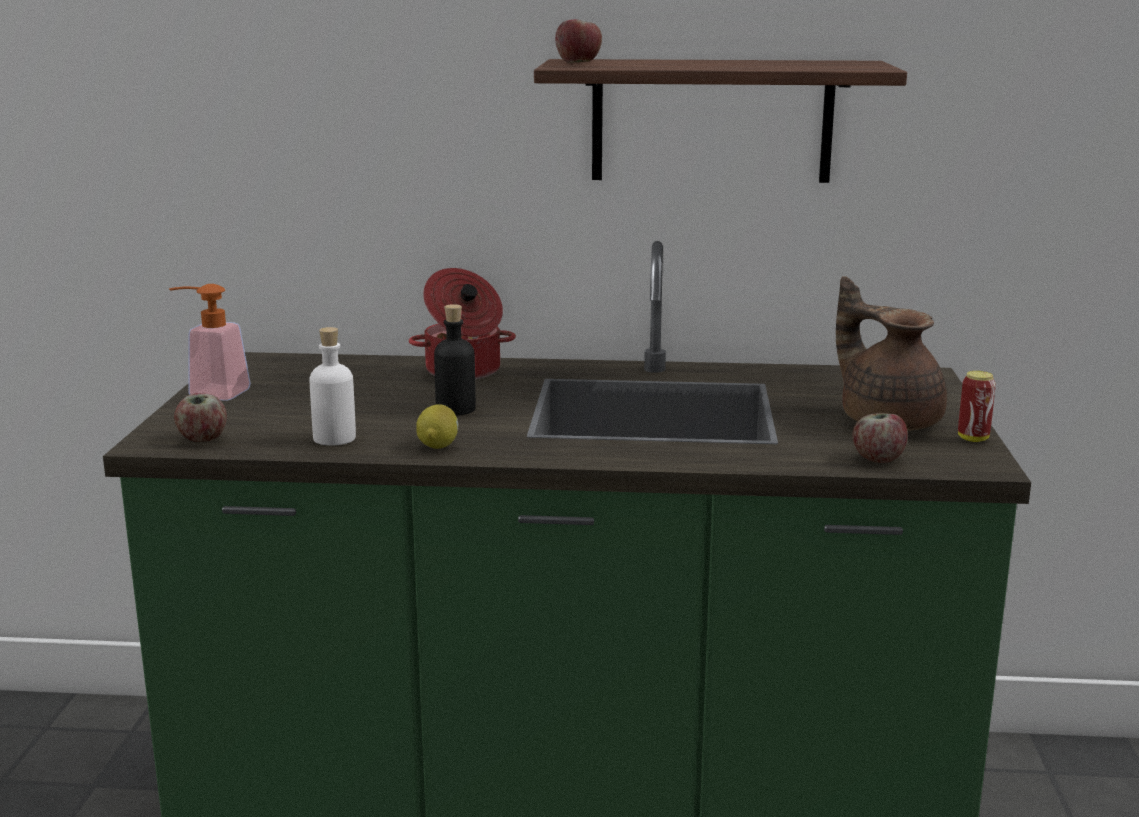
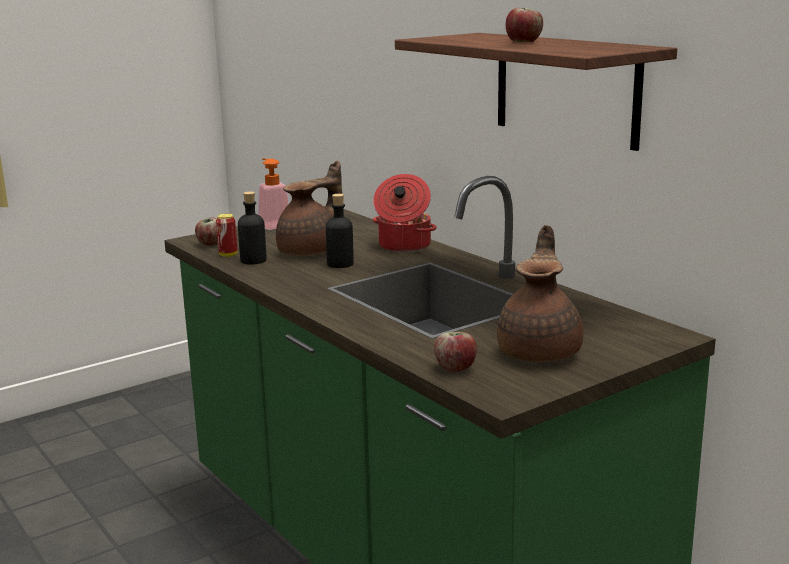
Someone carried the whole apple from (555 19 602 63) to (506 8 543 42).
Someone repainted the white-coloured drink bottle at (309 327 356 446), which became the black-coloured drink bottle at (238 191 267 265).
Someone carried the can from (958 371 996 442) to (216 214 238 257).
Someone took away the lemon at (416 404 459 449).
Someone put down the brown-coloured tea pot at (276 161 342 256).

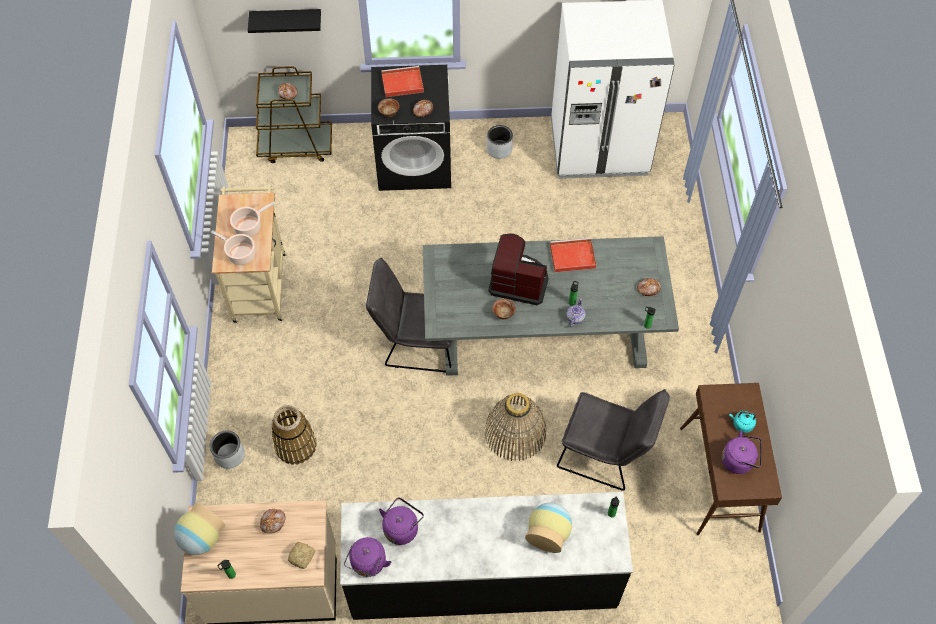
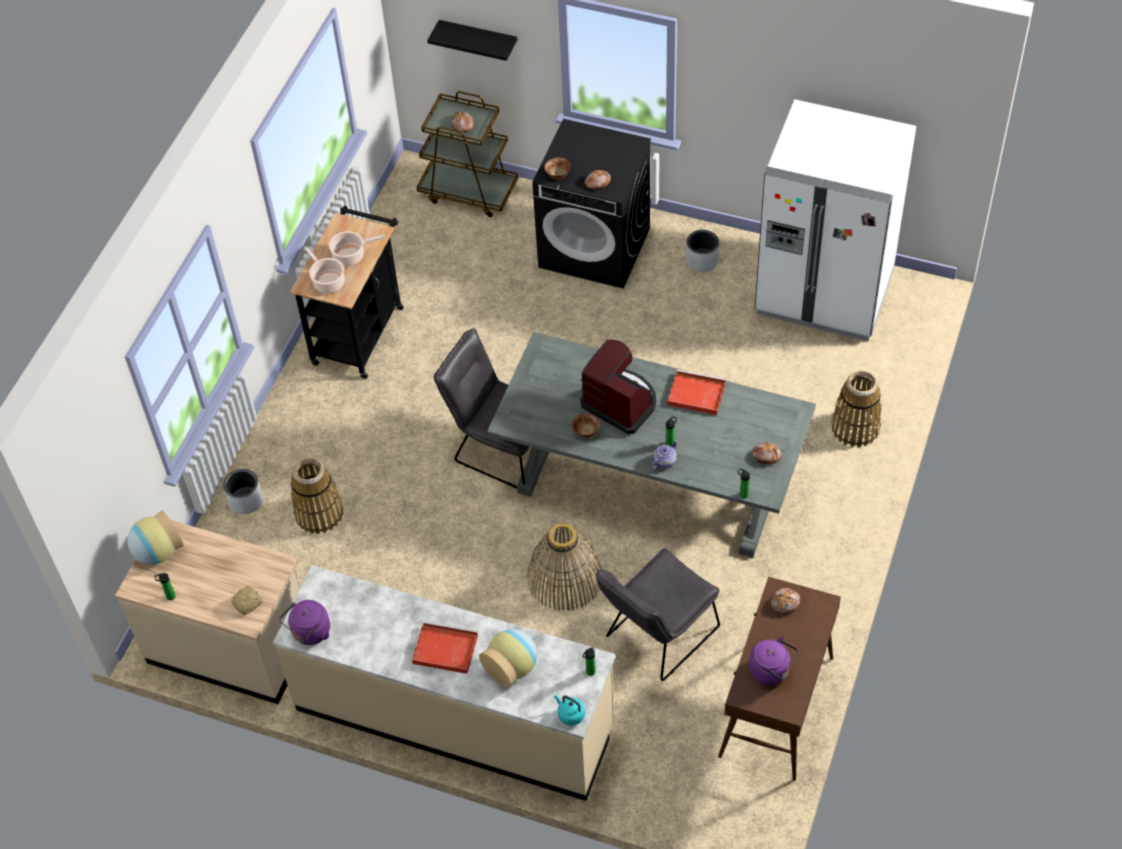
Someone carried the reddish tray from (381 66 424 97) to (412 621 478 674).
Someone repainted the sand-coloured wheeled cart at (212 185 287 323), which became the black-coloured wheeled cart at (290 206 404 379).
Someone rotated the gray plain chair at (557 389 670 491) by 90 degrees clockwise.
Someone carried the blue-green tea kettle from (729 411 756 433) to (554 695 585 726).
Someone repainted the black-coloured counter at (340 492 633 620), which became the sand-coloured counter at (273 565 615 801).
Someone took away the purplish tea kettle at (379 497 424 545).
Someone carried the bread from (260 509 286 533) to (771 588 801 614).
Someone put down the household basket at (831 370 882 447).

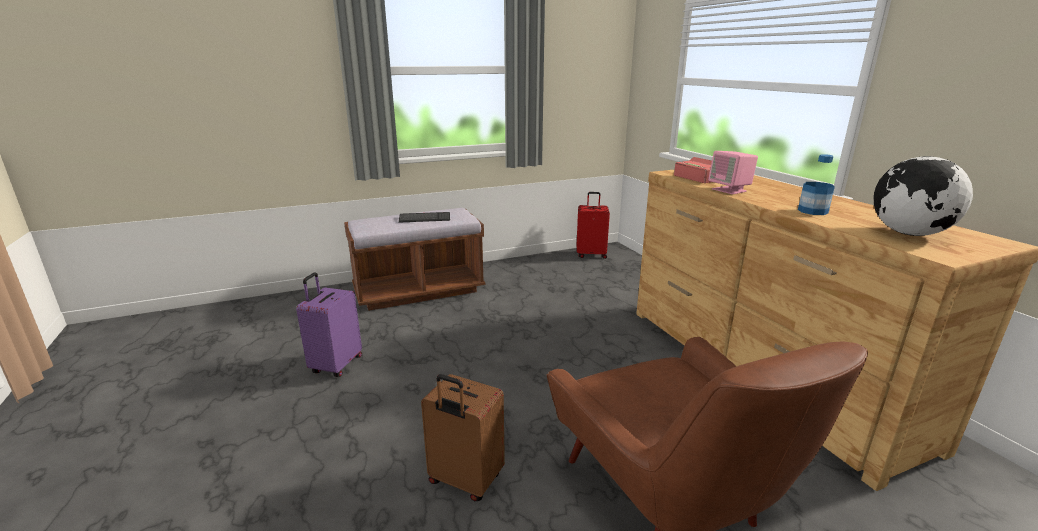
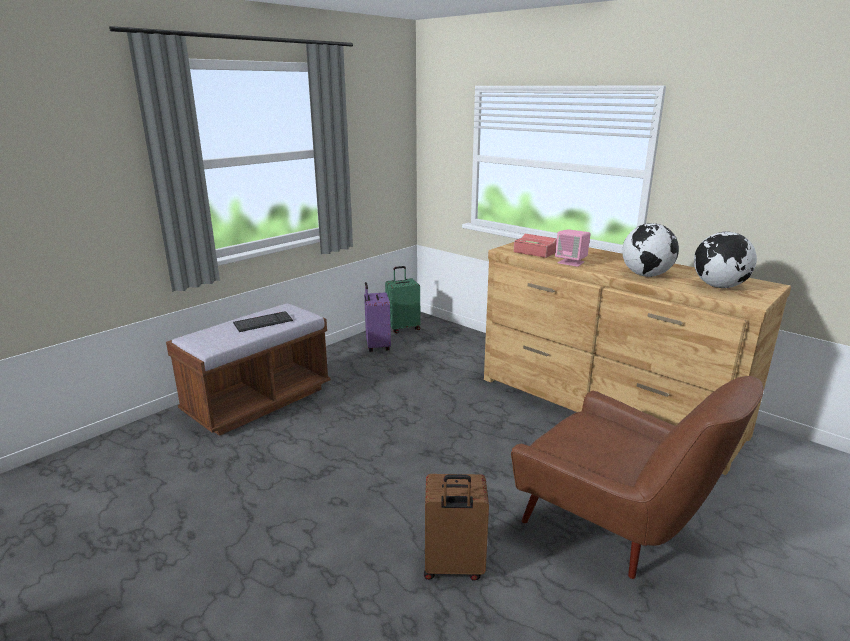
Someone swapped the drink bottle at (798 154 835 215) for the desk globe at (622 223 679 277).
Someone repainted the reddish piece of luggage at (577 192 610 259), which became the green-coloured piece of luggage at (385 266 420 333).
Someone carried the purplish piece of luggage from (296 272 362 377) to (364 282 391 352).

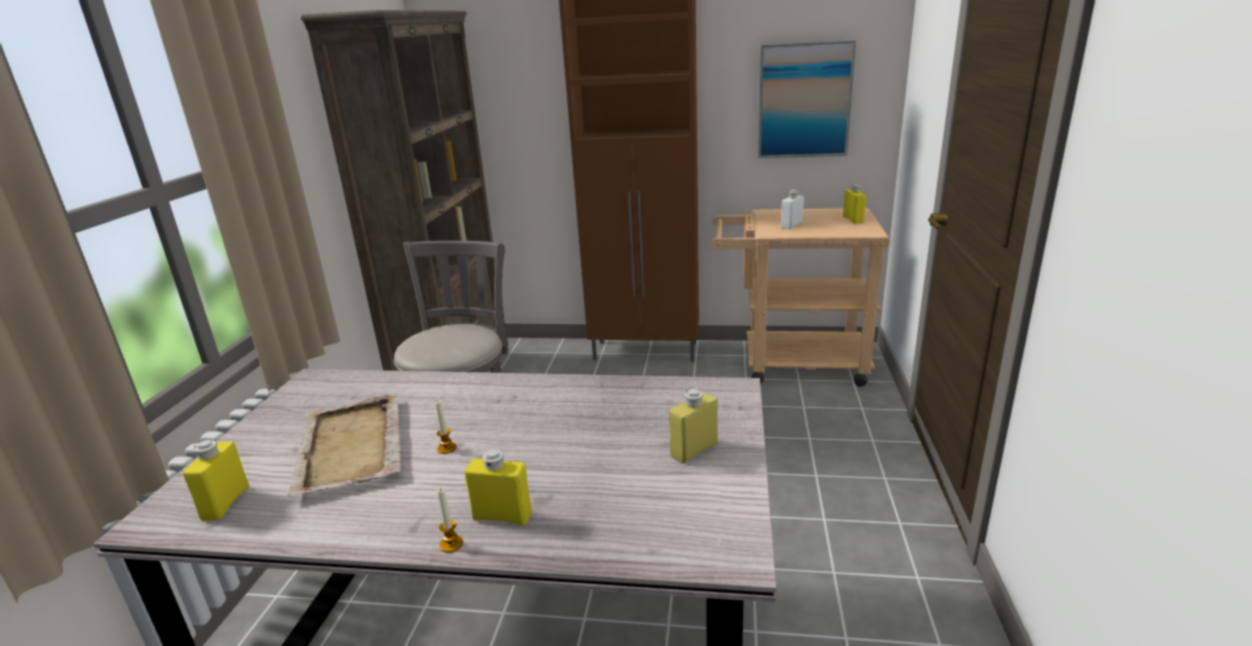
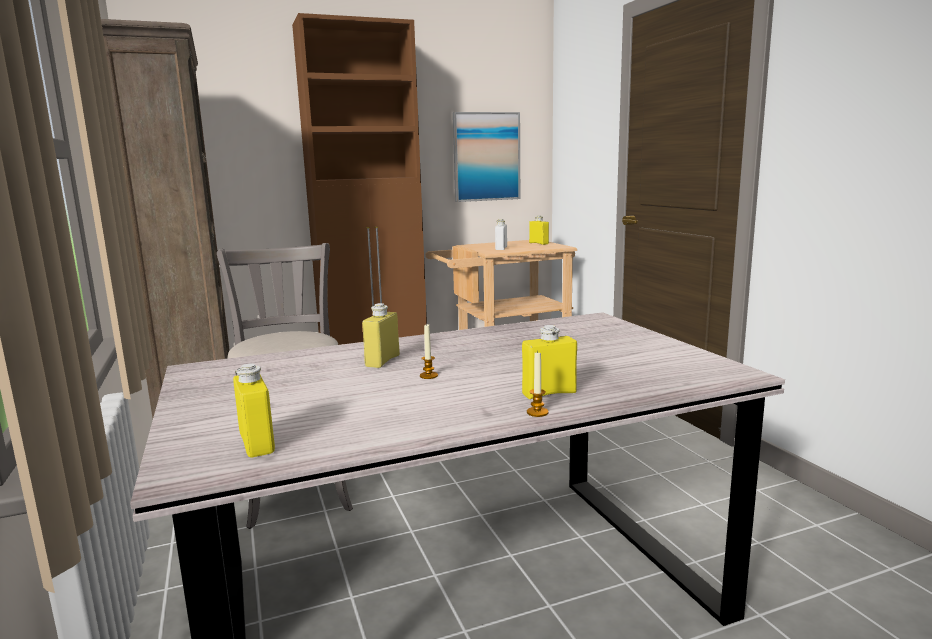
Someone carried the yellowish drink bottle from (669 389 718 464) to (362 303 400 368).
Someone took away the sand-coloured tray at (287 393 401 497).

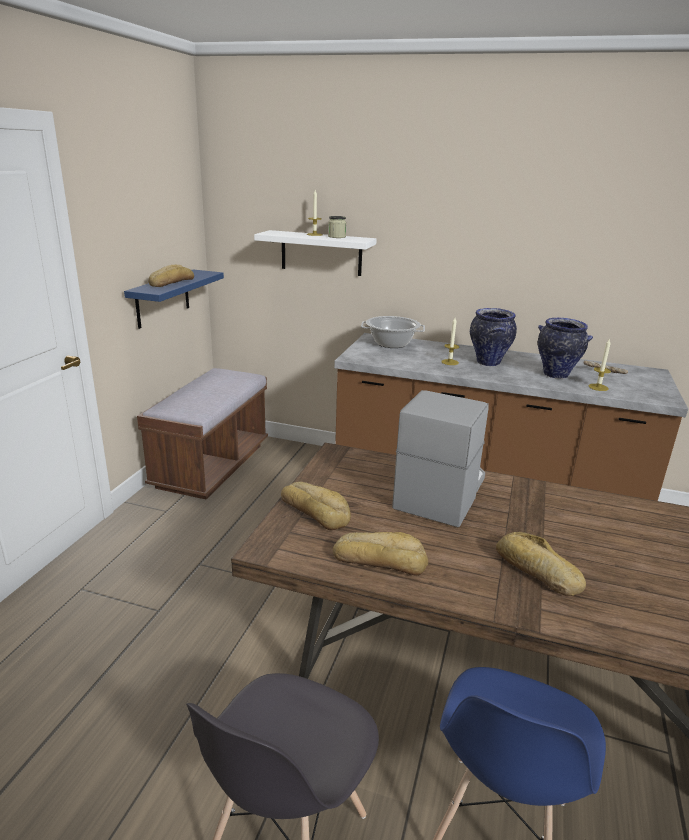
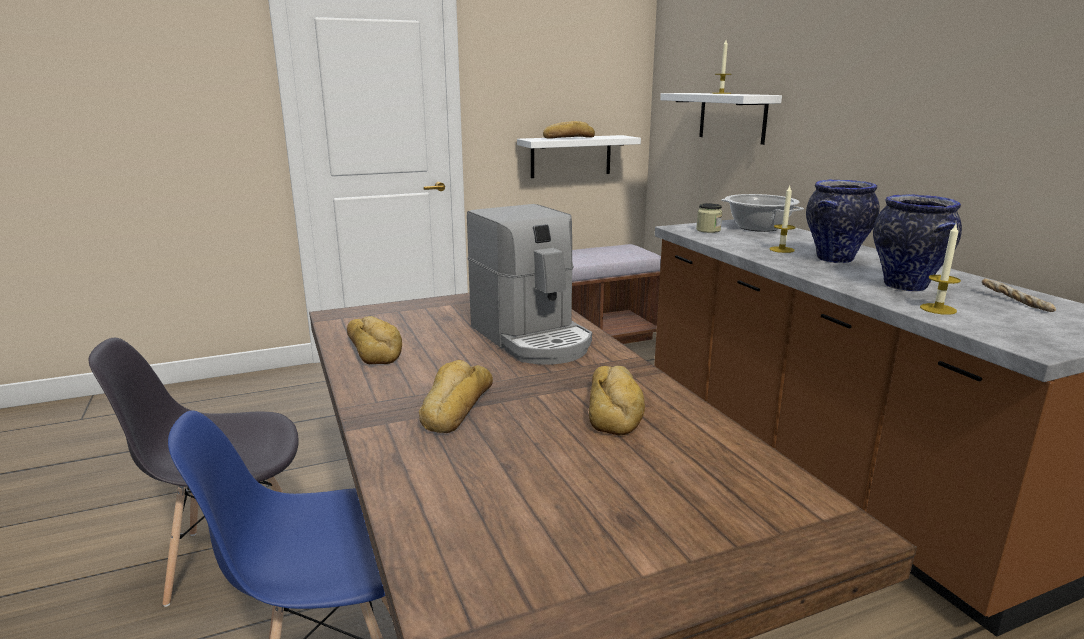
Someone carried the preserve jar from (328 216 347 238) to (696 203 722 233).
Someone repainted the bluish shelf at (124 270 224 329), which became the white-coloured shelf at (517 135 641 178).
Someone rotated the coffee machine at (392 390 488 527) by 75 degrees clockwise.
Someone carried the bread from (281 482 351 530) to (589 366 645 435).

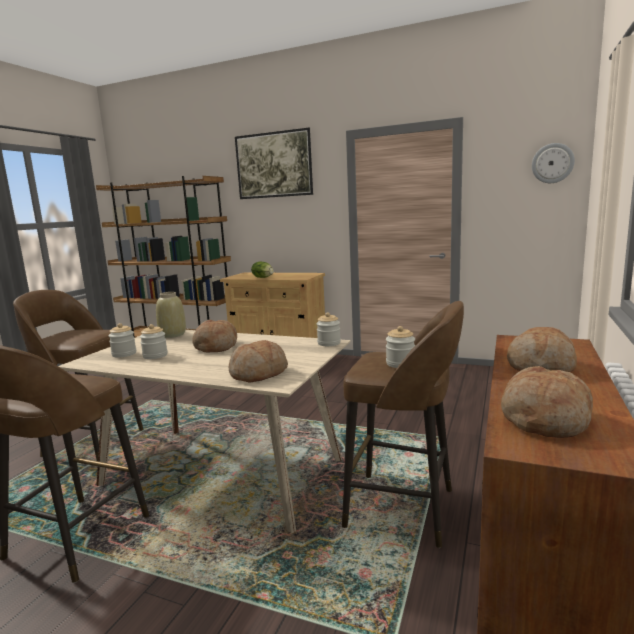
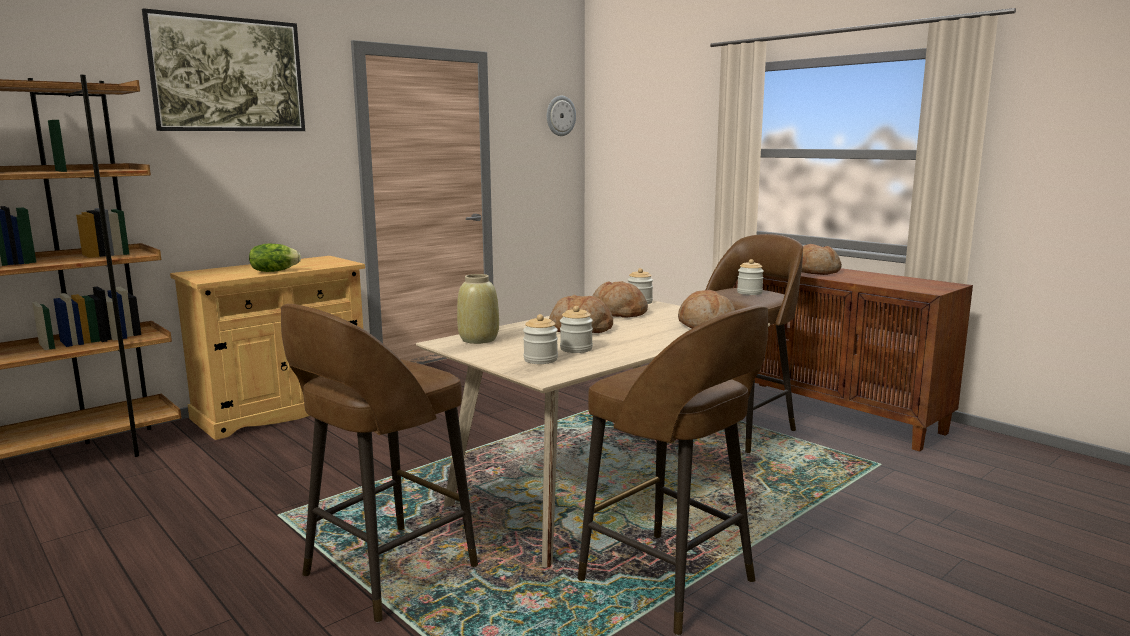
Someone carried the bread from (501 366 593 438) to (593 281 648 317).

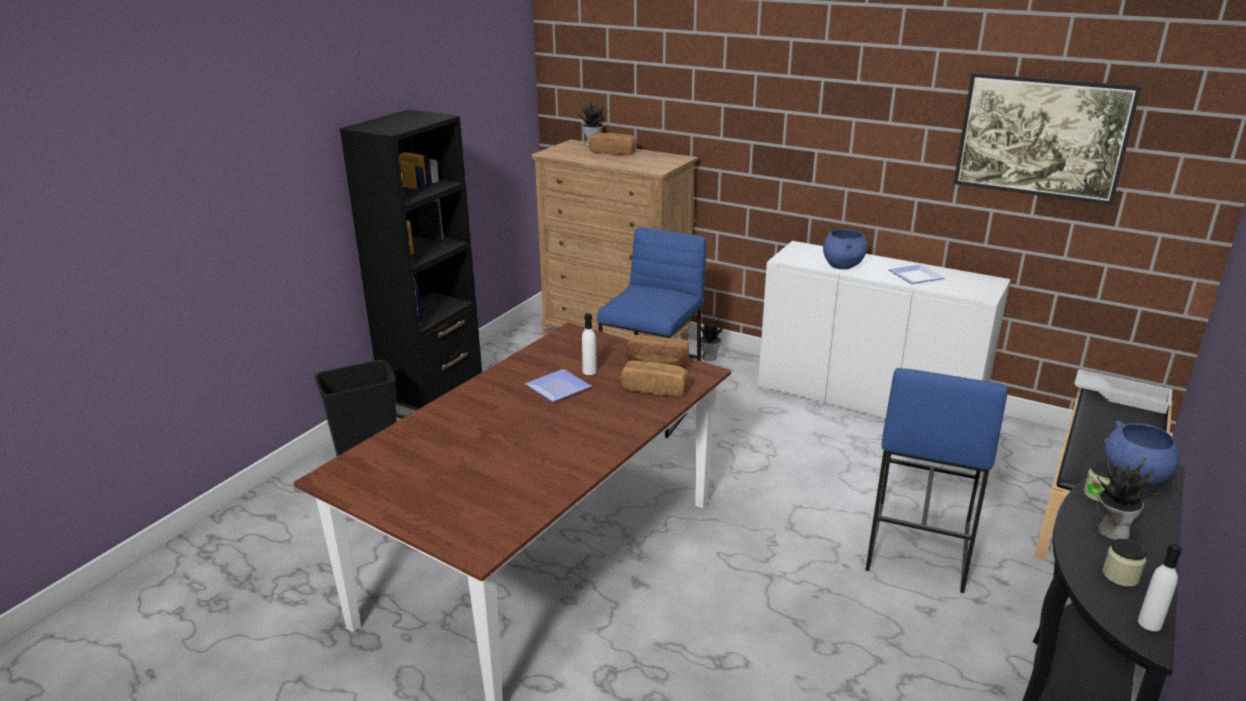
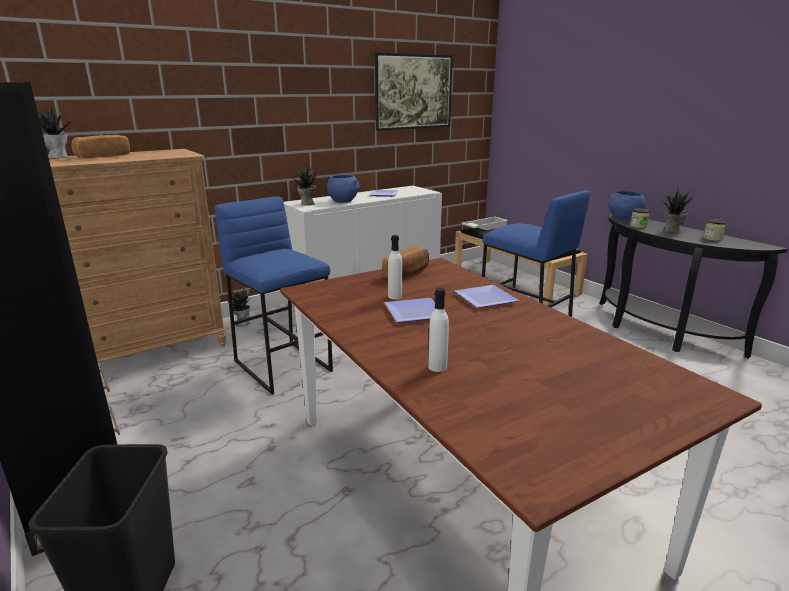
Someone took away the bread at (621 360 689 397).
Someone carried the white-coloured drink bottle from (1138 544 1182 631) to (428 288 449 372).
Someone put down the plant in a pot at (292 165 317 206).
Someone put down the dinner plate at (454 285 519 308).

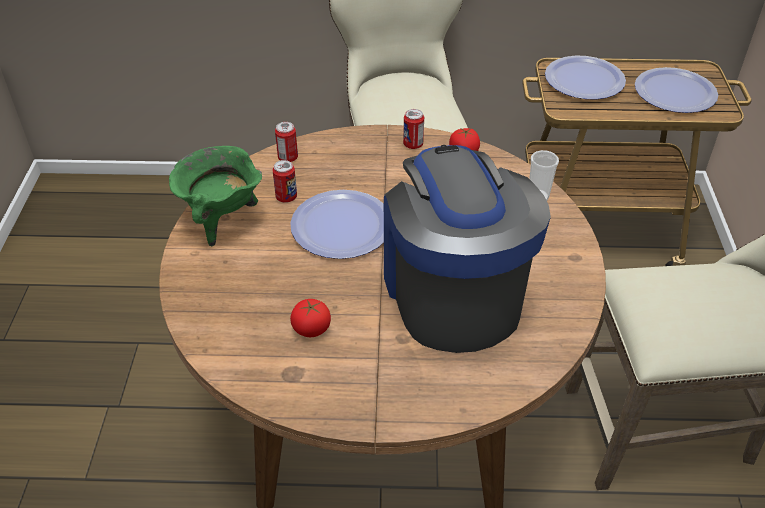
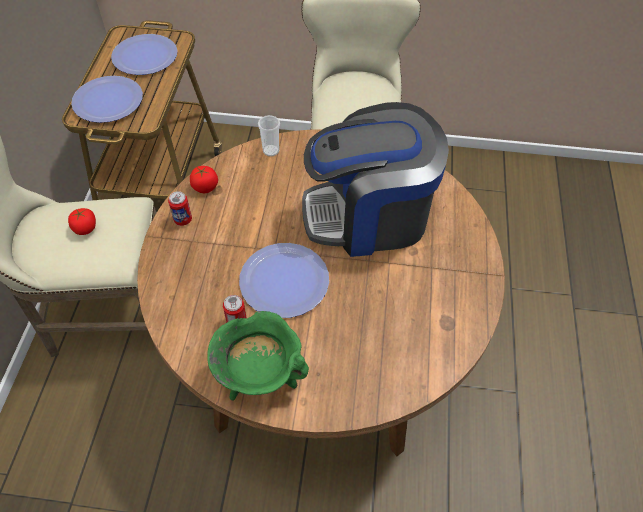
Someone took away the can at (275 122 298 162).
Someone carried the fresh tomato from (290 299 331 337) to (68 208 96 235).

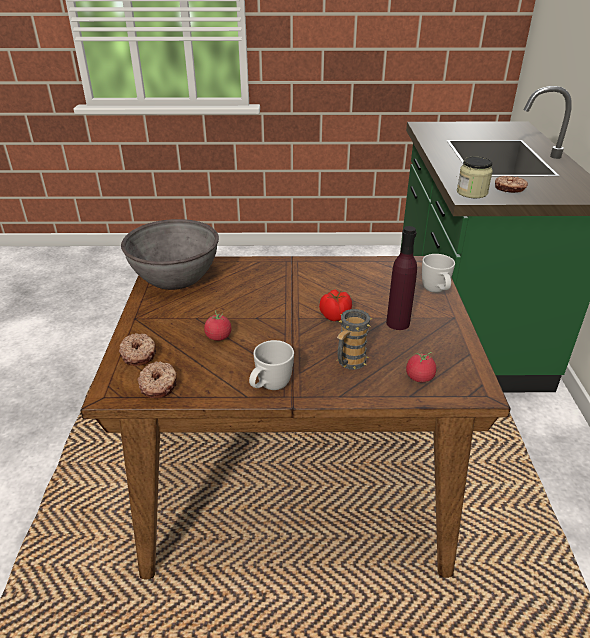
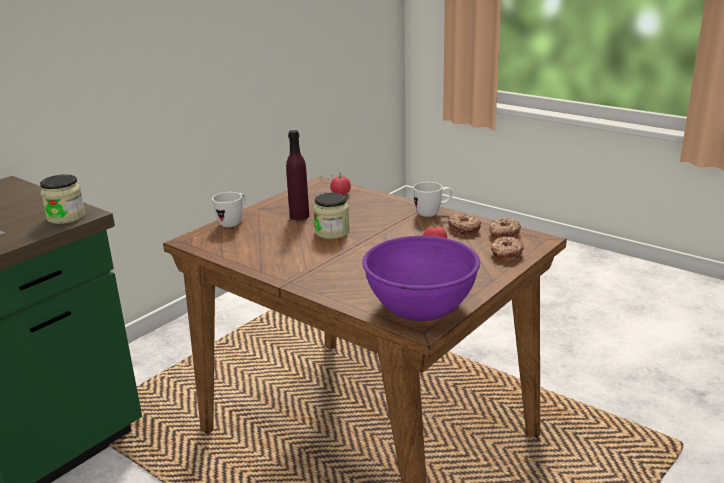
Someone carried the donut from (495 176 528 193) to (448 213 481 234).
Someone repainted the gray serving bowl at (121 219 219 290), which became the purplish serving bowl at (362 236 480 321).
Someone swapped the fresh tomato at (319 289 352 321) for the preserve jar at (313 193 349 239).
Someone took away the coffee mug at (336 309 372 370).

